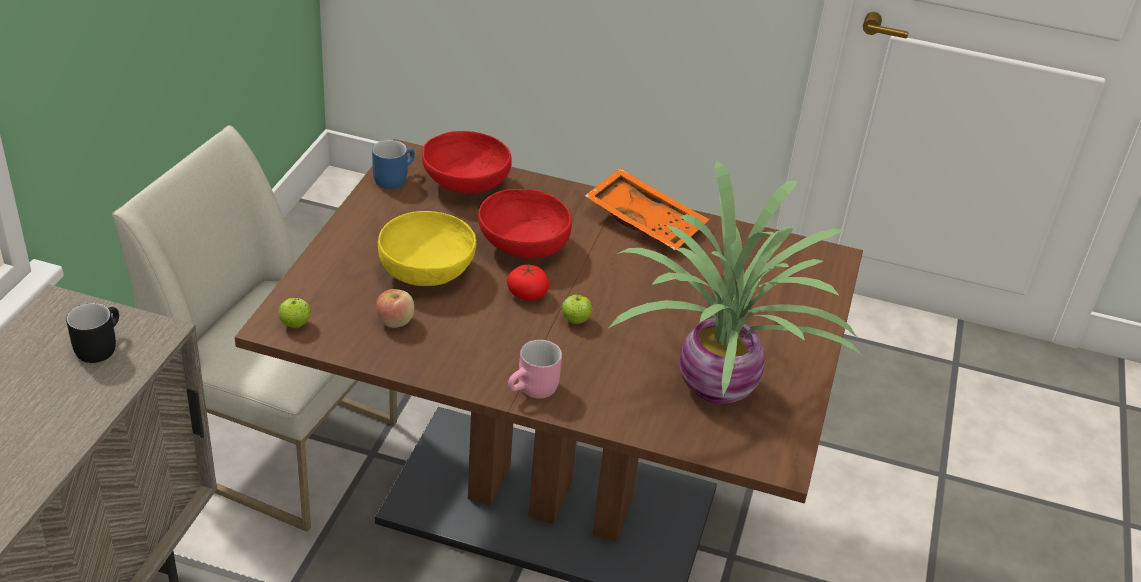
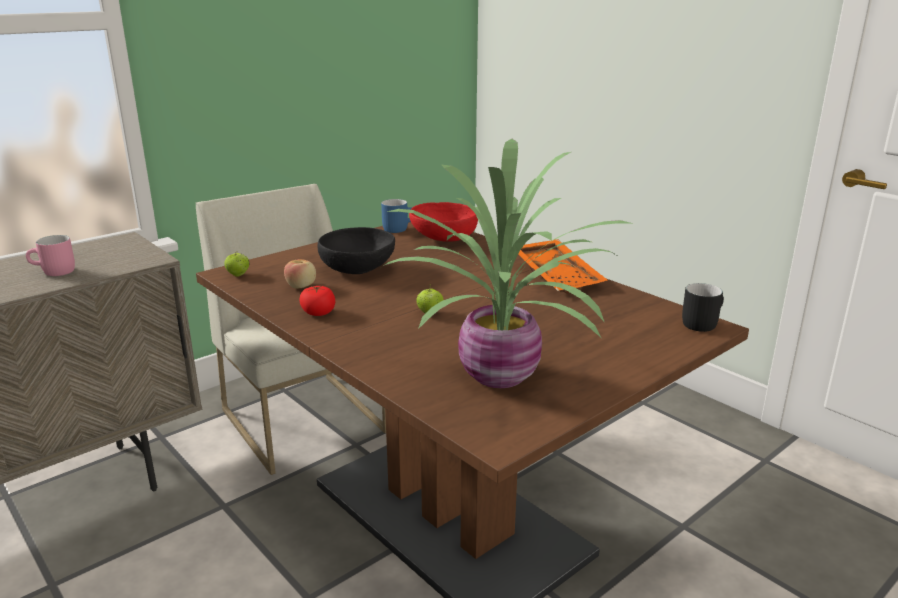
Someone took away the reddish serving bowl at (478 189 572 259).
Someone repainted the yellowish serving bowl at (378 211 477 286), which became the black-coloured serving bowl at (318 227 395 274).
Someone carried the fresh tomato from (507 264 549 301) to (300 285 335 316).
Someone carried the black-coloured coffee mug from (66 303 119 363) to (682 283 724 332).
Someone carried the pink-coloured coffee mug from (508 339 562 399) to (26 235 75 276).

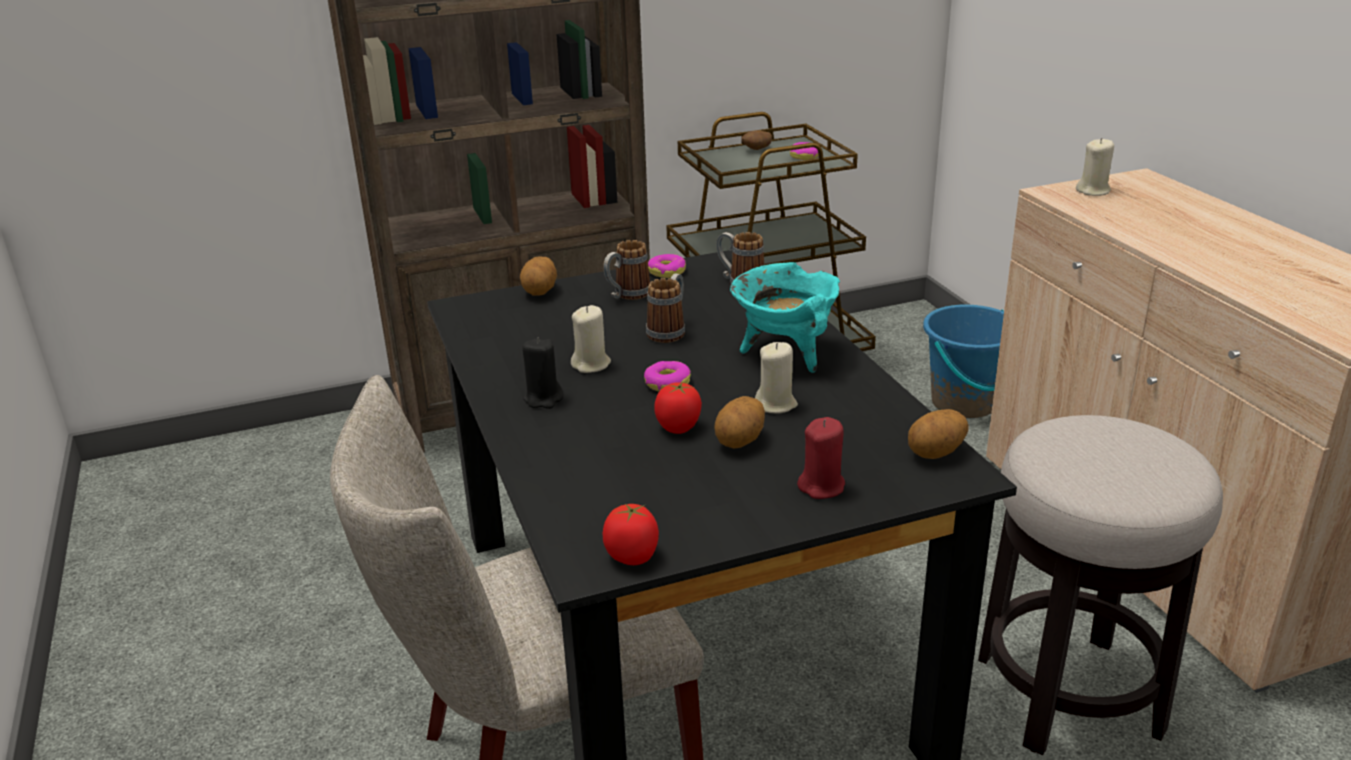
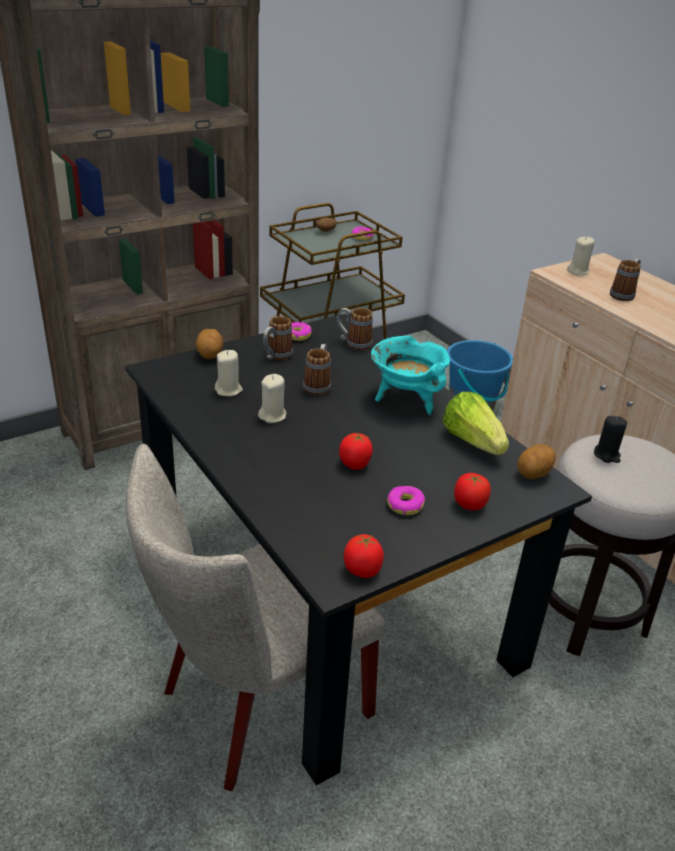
Someone carried the black-coloured candle from (522 338 563 409) to (594 416 627 463).
Someone carried the sand-coloured candle from (755 342 798 413) to (215 350 243 396).
Someone carried the donut from (644 361 691 391) to (387 486 425 515).
Someone took away the whole potato at (715 396 765 448).
Someone swapped the reddish candle at (797 417 845 499) for the fresh tomato at (454 473 491 510).
Someone put down the coffee mug at (610 259 641 301).
Someone put down the lettuce head at (443 392 509 455).

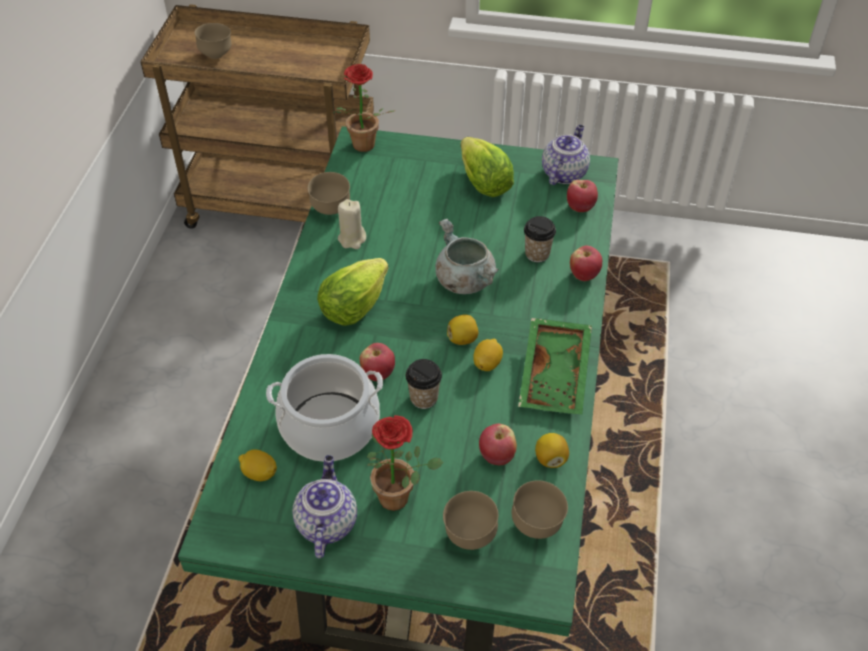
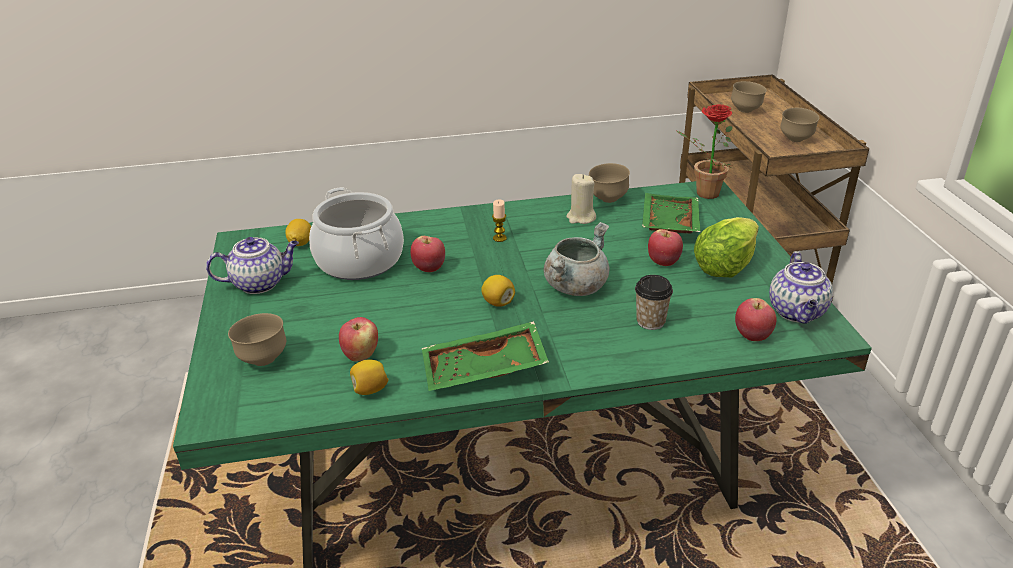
Someone rotated the tea pot at (542 125 590 185) by 90 degrees clockwise.
Someone carried the whole apple from (570 246 602 281) to (648 229 683 266).
Someone swapped the lettuce head at (317 258 388 326) for the candle at (492 199 507 242).
Someone took away the lemon at (473 339 503 371).
Someone took away the cup at (406 359 442 409).
Someone took away the plant in a pot at (367 415 443 511).
Someone carried the brown-coloured serving bowl from (512 480 568 539) to (780 108 819 142).
Someone put down the green-coloured tray at (642 193 701 234).

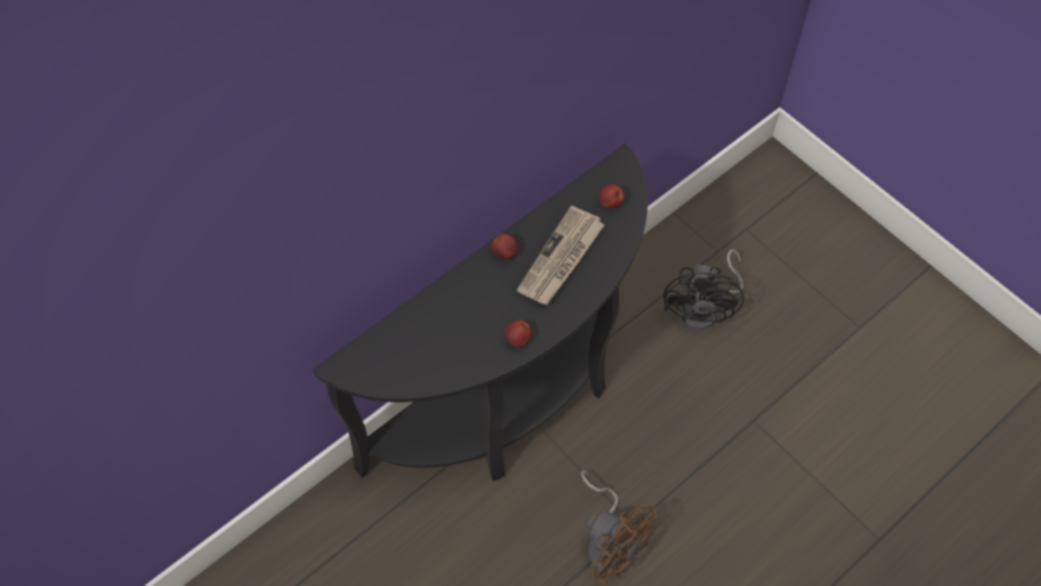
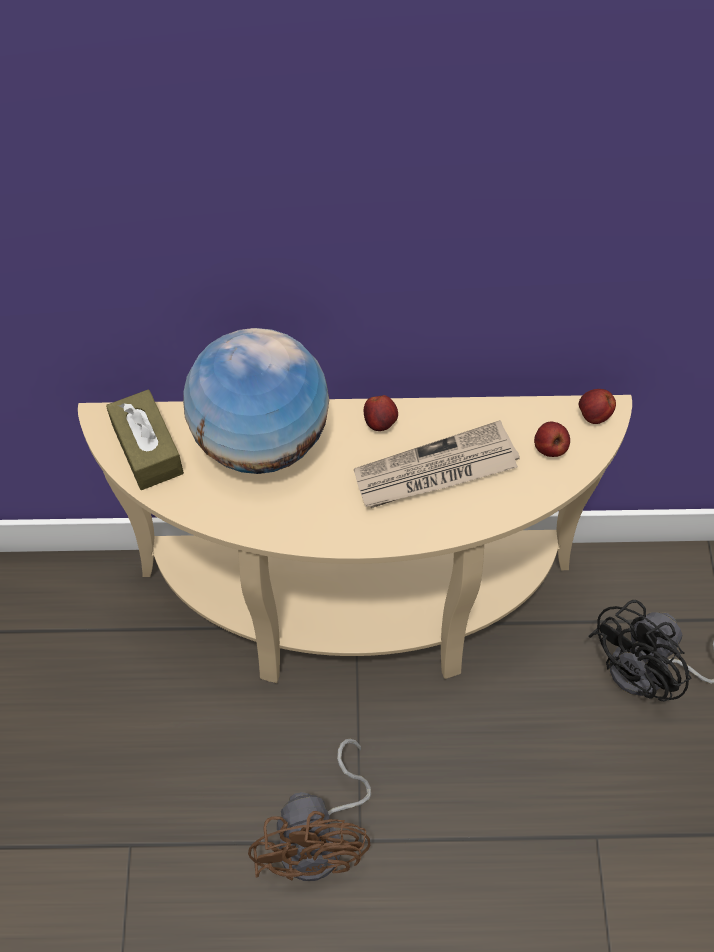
Someone repainted the black-coloured console table at (312 144 648 481), which became the sand-coloured console table at (78 395 632 683).
Someone carried the whole apple from (504 319 531 347) to (579 389 616 424).
Someone put down the desk globe at (183 328 329 474).
Someone put down the brown-coloured tissue holder at (106 389 184 490).

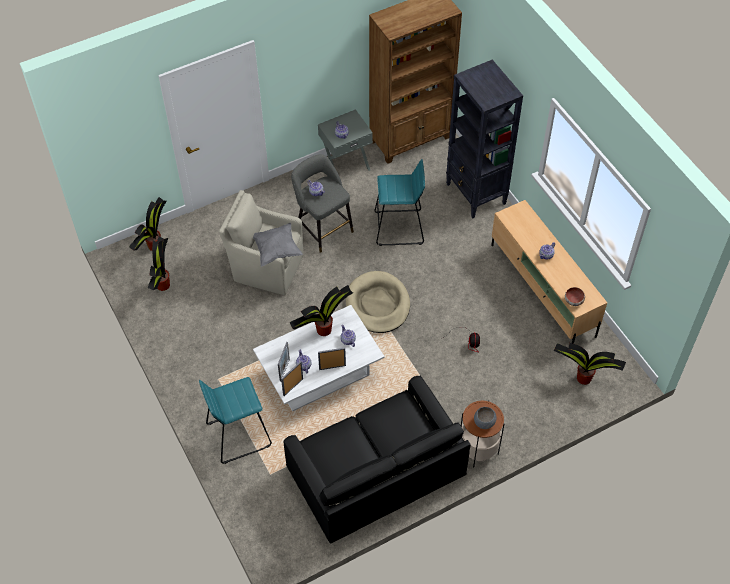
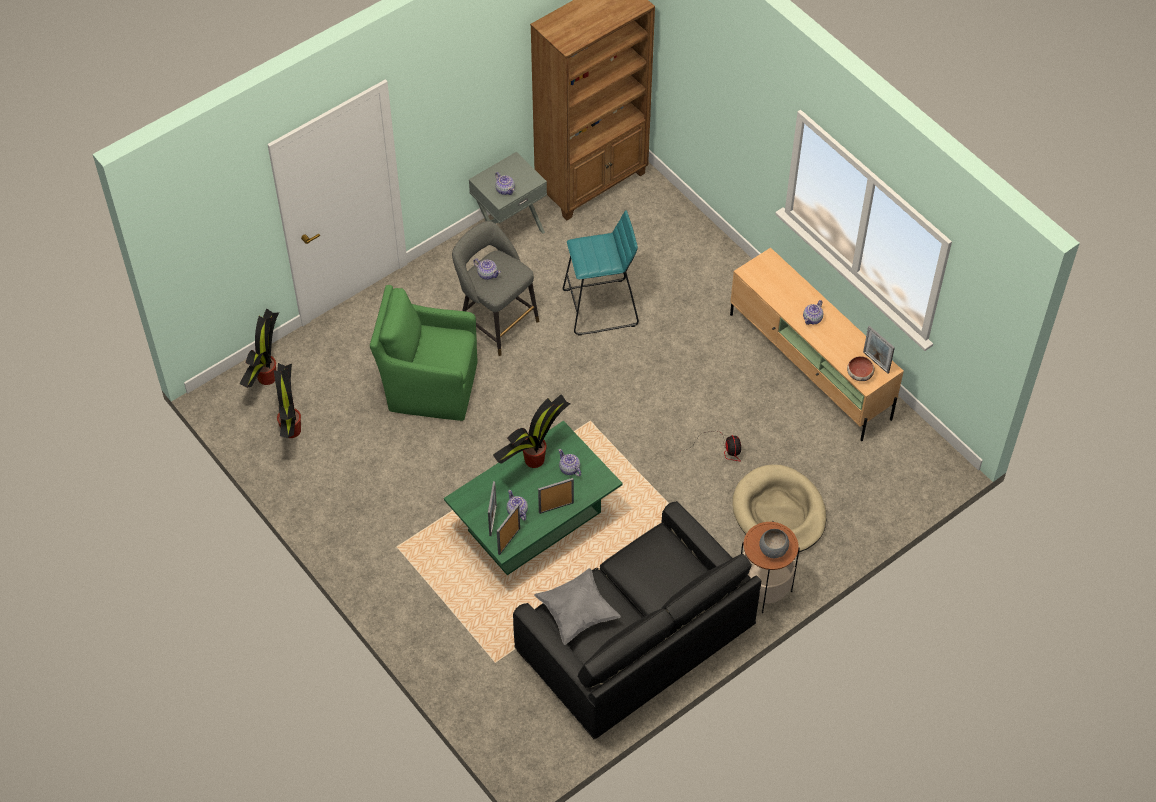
Someone took away the black-coloured bookshelf at (446 59 523 219).
Someone repainted the sand-coloured armchair at (219 190 304 295), which became the green-coloured armchair at (370 285 478 421).
Someone carried the gray throw pillow from (253 223 303 267) to (534 568 621 645).
Someone carried the sand-coloured dog cushion from (346 271 410 333) to (732 465 826 552).
Someone repainted the white-coloured lounge table at (253 305 385 411), which became the green-coloured lounge table at (444 421 623 575).
Someone took away the plant in a pot at (553 343 626 385).
Someone took away the blue-green stool at (199 377 272 464).
Someone put down the picture frame at (863 326 895 374).

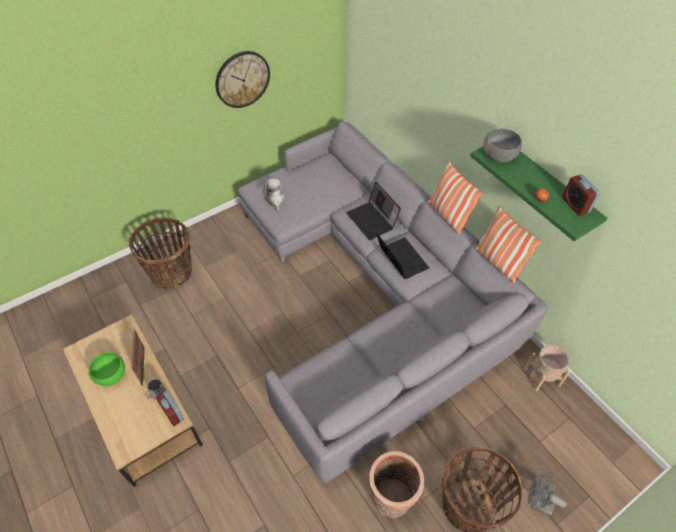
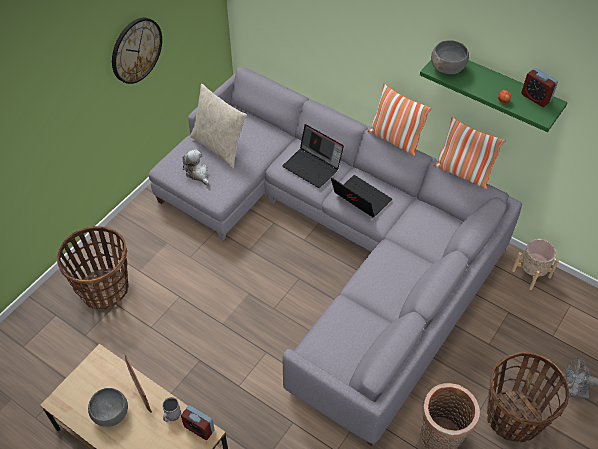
Someone repainted the green-coloured serving bowl at (89 352 125 386), which became the gray serving bowl at (88 388 128 427).
Someone put down the sand-coloured throw pillow at (190 84 247 169).

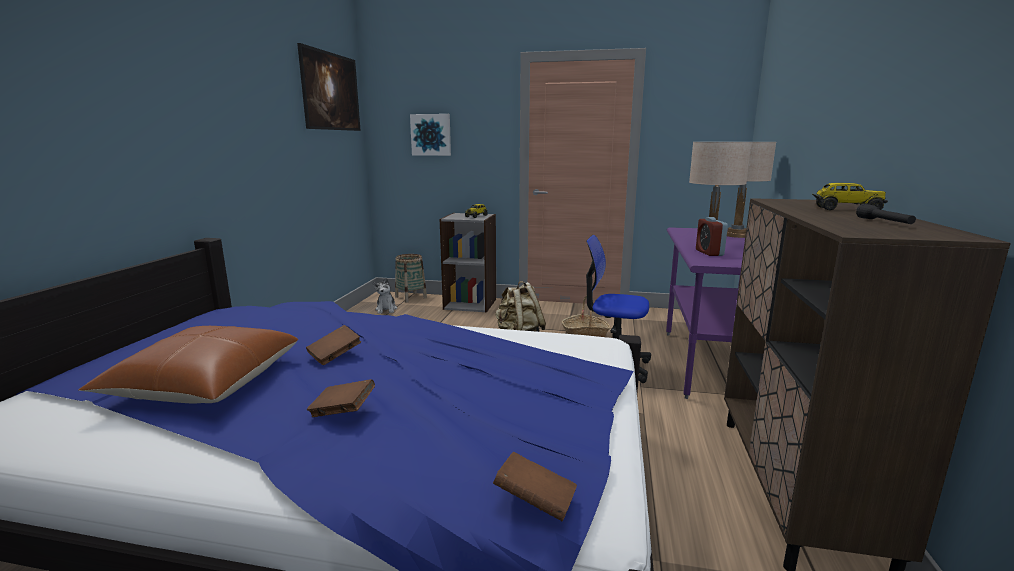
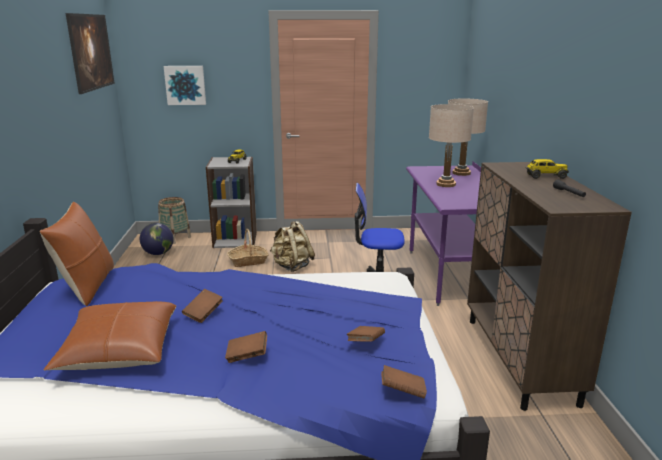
Someone took away the alarm clock at (696 217 728 256).
Someone swapped the soft toy at (373 278 397 314) for the desk globe at (140 223 174 255).
Someone carried the household basket from (562 295 611 337) to (227 229 269 267).
Someone put down the brown-coloured throw pillow at (40 202 114 306).
Someone put down the brown-coloured book at (347 326 385 342).

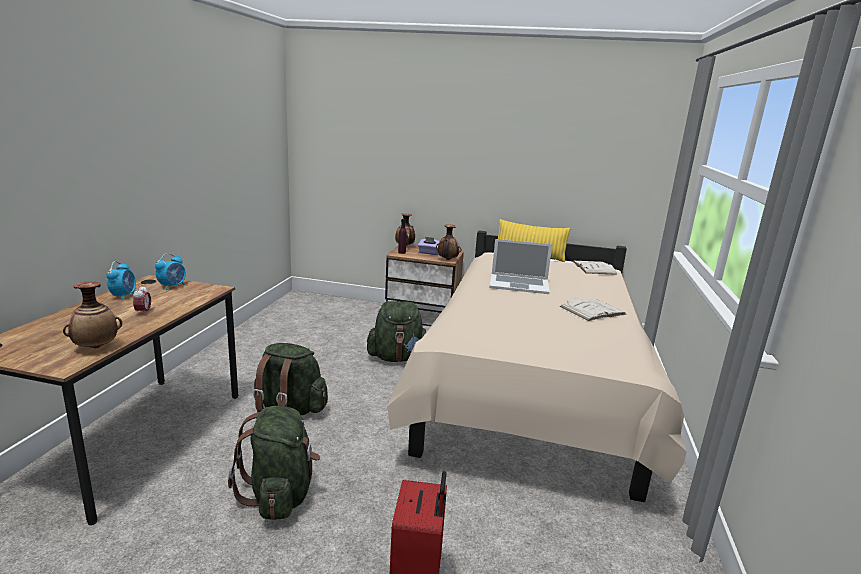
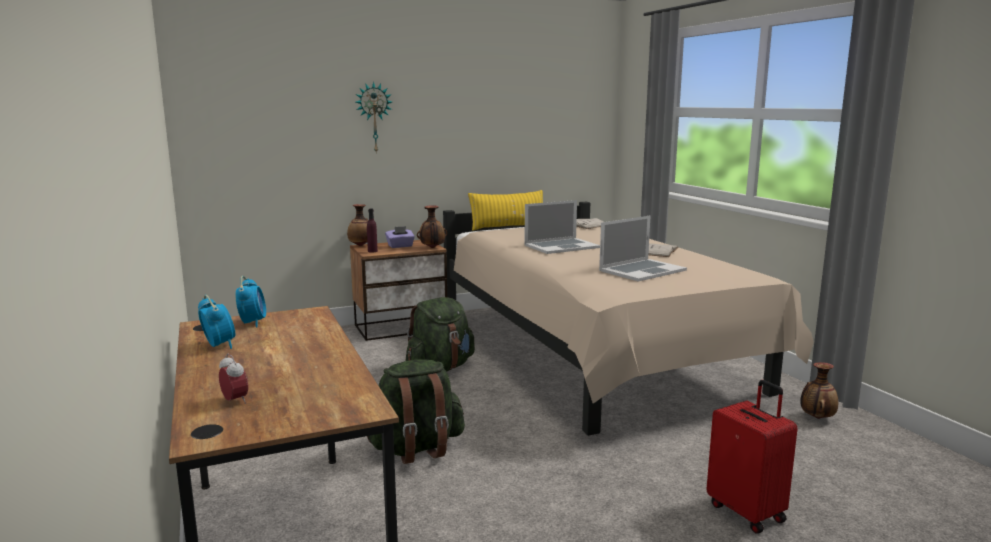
Someone carried the decorative vase from (63 281 122 349) to (800 362 838 419).
Someone carried the alarm clock from (133 284 151 312) to (219 354 248 404).
Someone took away the green-coloured rucksack at (228 406 320 520).
Someone put up the wall clock at (356 82 392 152).
Someone put down the portable computer at (599 215 687 282).

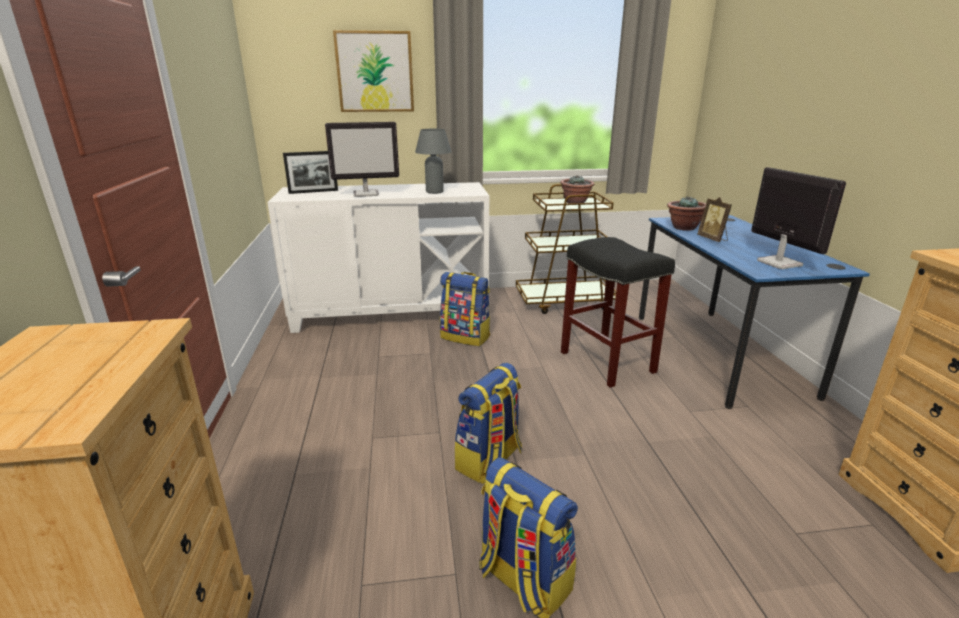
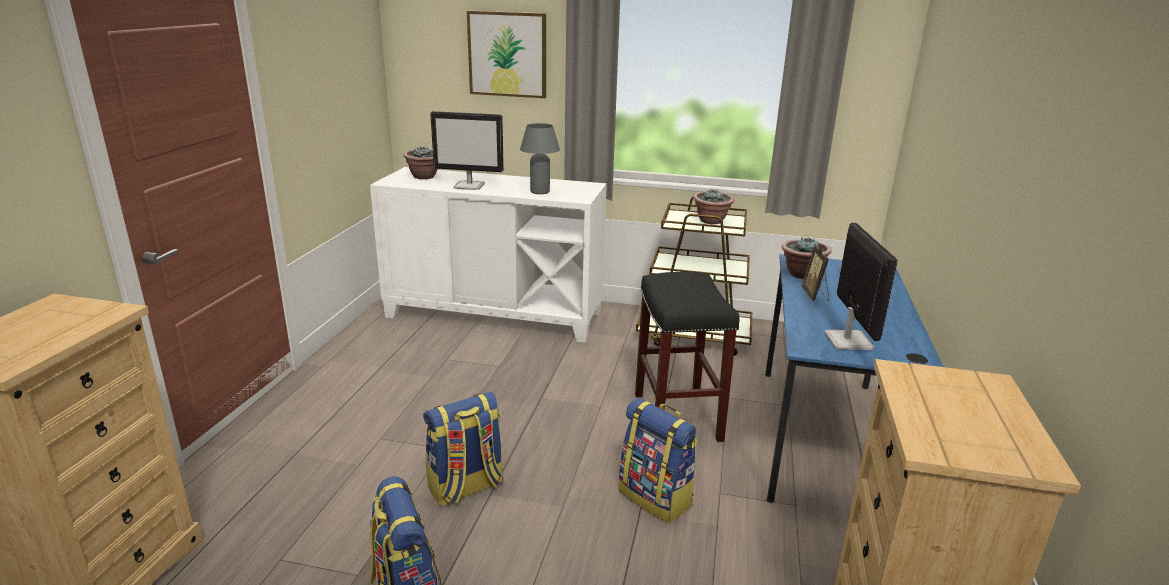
Someone swapped the picture frame at (283 151 338 194) for the plant in a pot at (403 146 437 179).
Someone carried the rucksack from (440 272 490 346) to (618 398 698 523).

